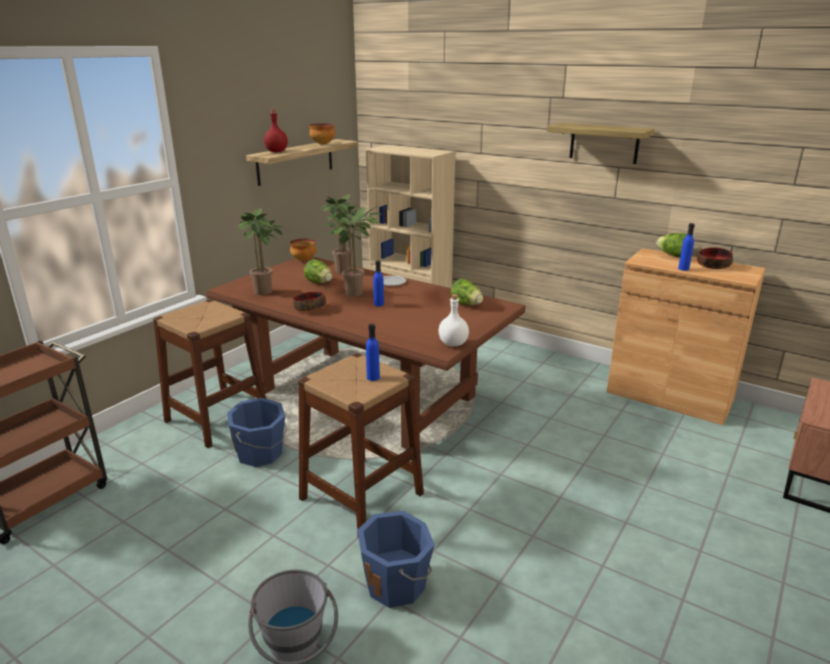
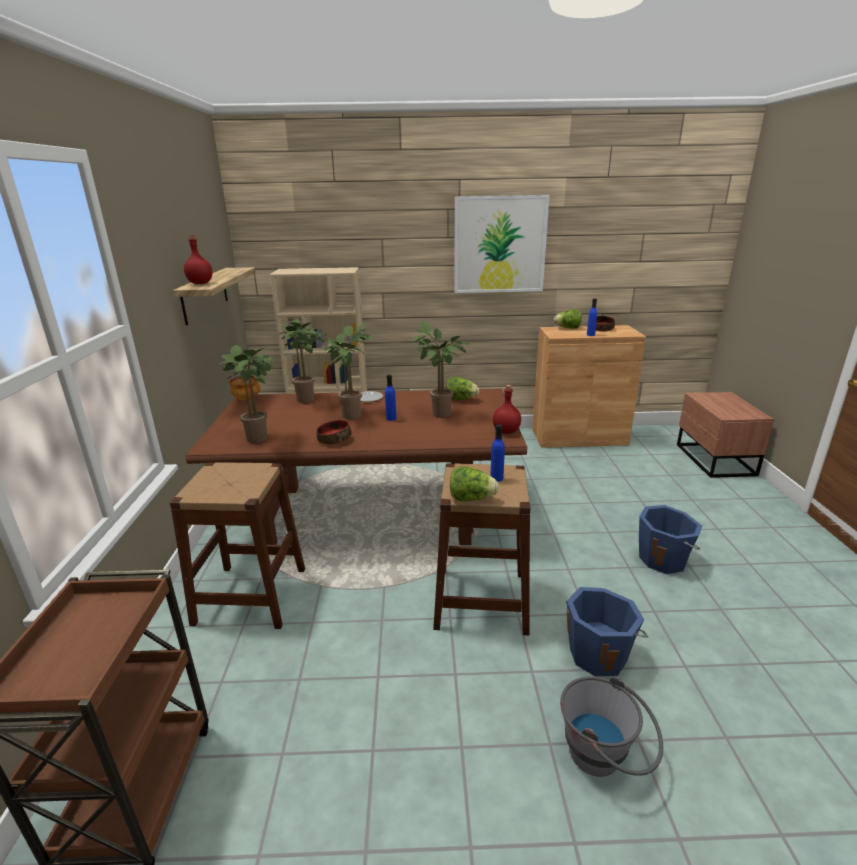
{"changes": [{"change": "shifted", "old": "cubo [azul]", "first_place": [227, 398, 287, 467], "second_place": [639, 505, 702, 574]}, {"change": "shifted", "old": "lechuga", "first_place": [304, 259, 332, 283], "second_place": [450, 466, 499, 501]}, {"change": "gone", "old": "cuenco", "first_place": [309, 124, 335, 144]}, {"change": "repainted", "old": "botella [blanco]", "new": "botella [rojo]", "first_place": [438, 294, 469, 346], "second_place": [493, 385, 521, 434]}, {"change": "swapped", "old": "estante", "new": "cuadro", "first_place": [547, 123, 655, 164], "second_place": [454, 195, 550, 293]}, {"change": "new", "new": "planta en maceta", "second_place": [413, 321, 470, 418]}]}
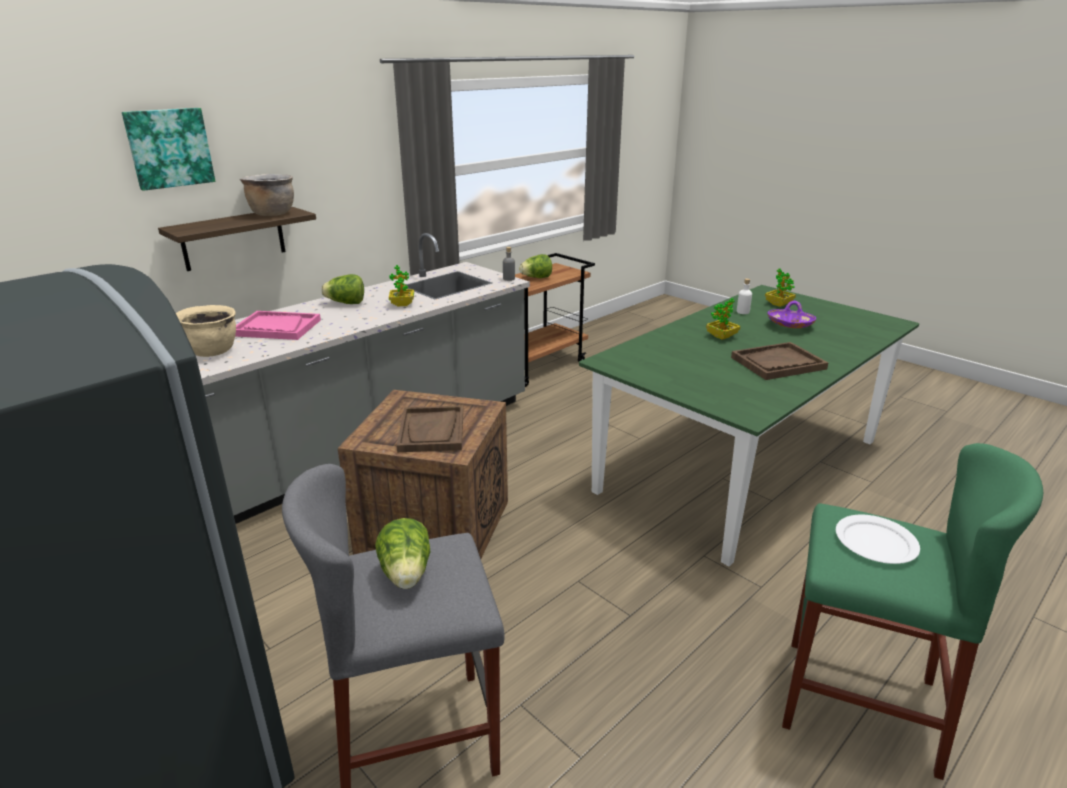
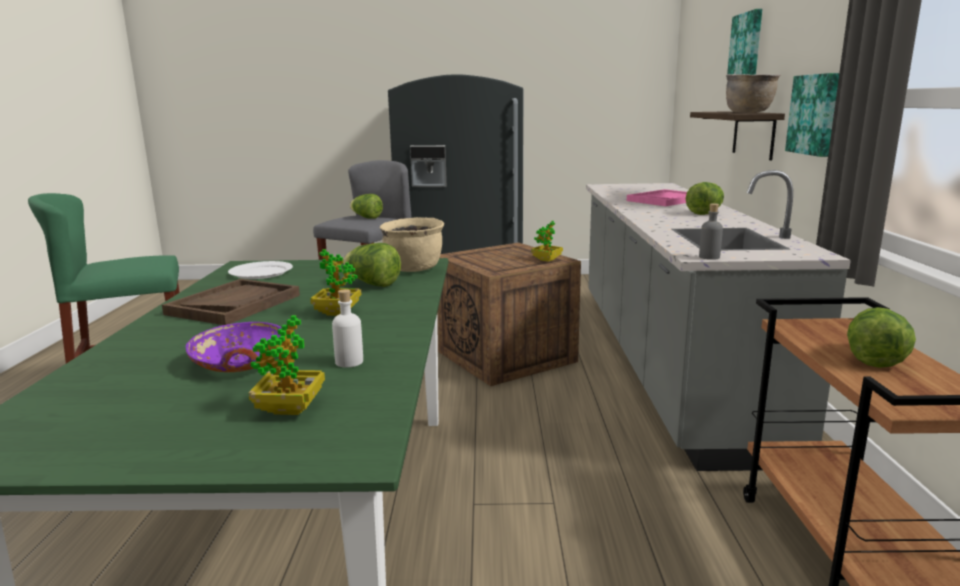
{"changes": [{"change": "shifted", "old": "olla [beis]", "first_place": [176, 305, 236, 357], "second_place": [380, 217, 444, 272]}, {"change": "shifted", "old": "planta en maceta", "first_place": [389, 265, 414, 306], "second_place": [531, 221, 563, 262]}, {"change": "gone", "old": "bandeja [marrón]", "first_place": [397, 406, 463, 452]}, {"change": "shifted", "old": "plato [blanco]", "first_place": [836, 515, 920, 564], "second_place": [228, 261, 293, 279]}, {"change": "new", "new": "lechuga", "second_place": [343, 243, 401, 287]}, {"change": "new", "new": "cuadro", "second_place": [785, 73, 839, 157]}]}
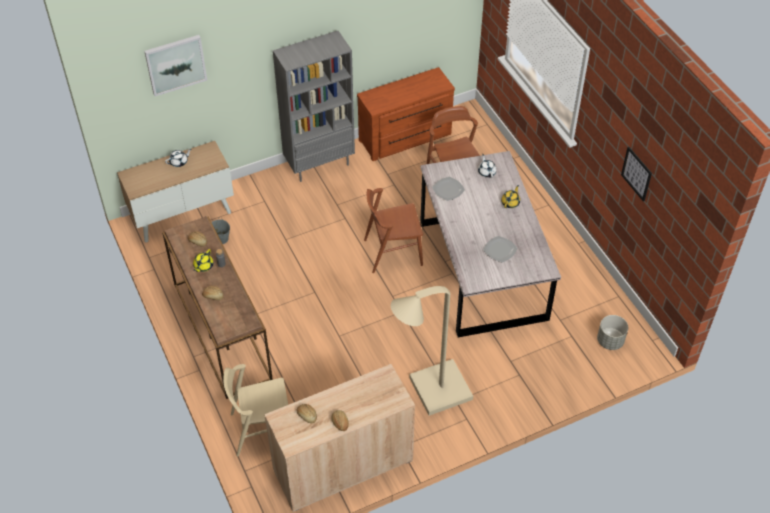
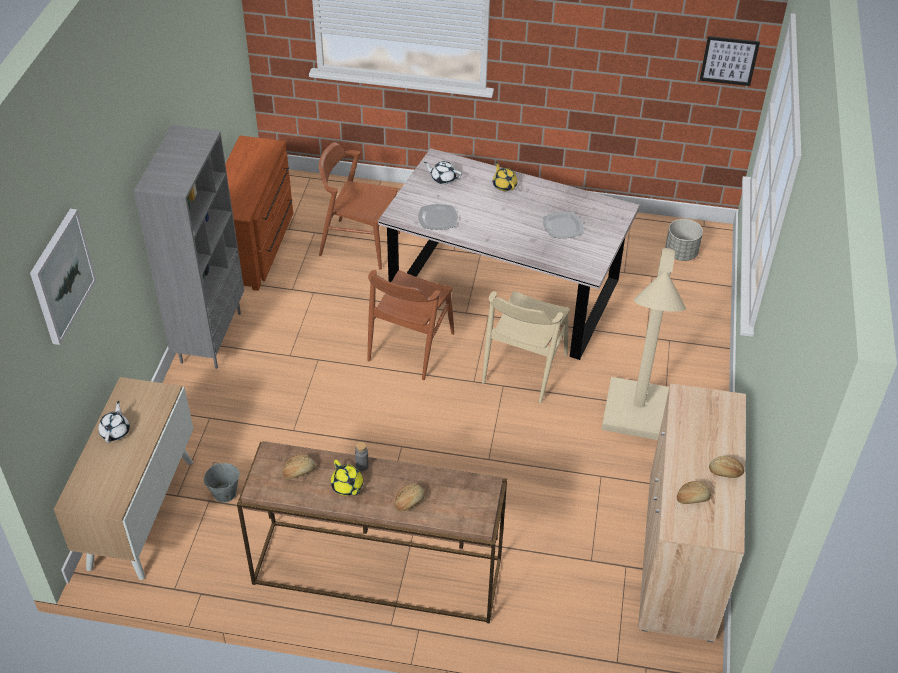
{"changes": [{"change": "shifted", "old": "silla [beis]", "first_place": [223, 364, 288, 457], "second_place": [482, 291, 570, 403]}, {"change": "shifted", "old": "cuadro", "first_place": [621, 147, 652, 202], "second_place": [700, 36, 760, 86]}]}
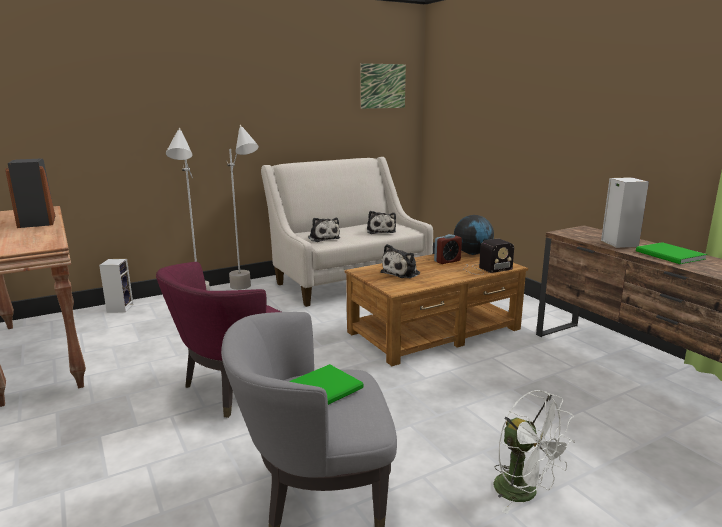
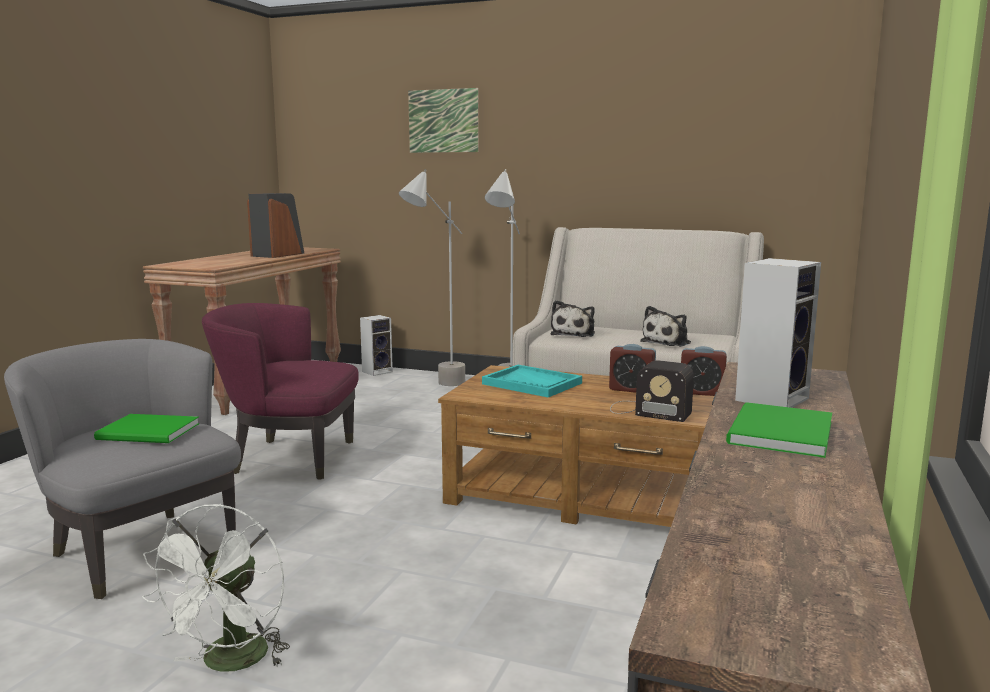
{"changes": [{"change": "shifted", "old": "cuadro", "first_place": [360, 63, 406, 109], "second_place": [408, 88, 479, 153]}, {"change": "swapped", "old": "peluche", "new": "bandeja [turquesa]", "first_place": [380, 244, 420, 278], "second_place": [482, 365, 582, 397]}, {"change": "swapped", "old": "globo terráqueo", "new": "despertador", "first_place": [454, 215, 494, 255], "second_place": [681, 346, 727, 396]}]}
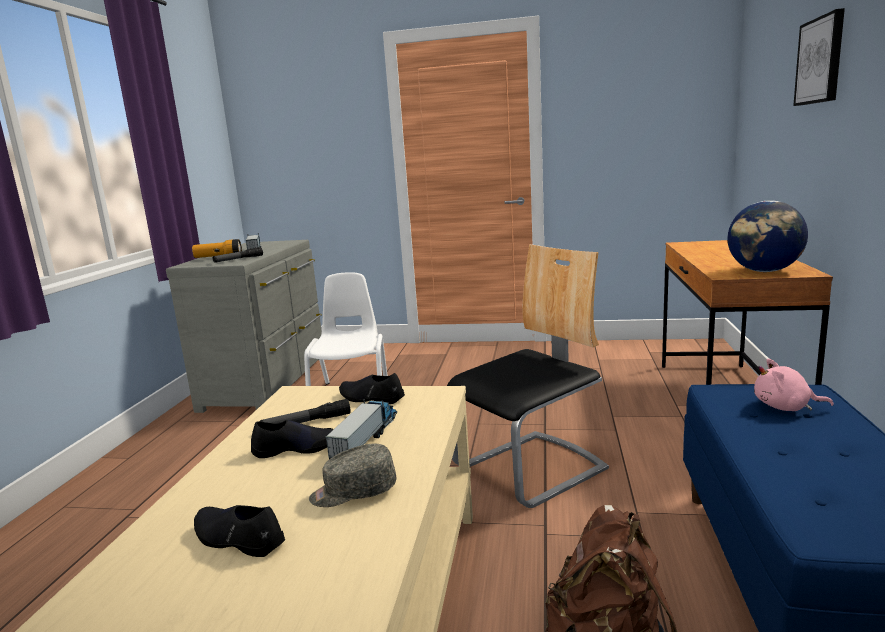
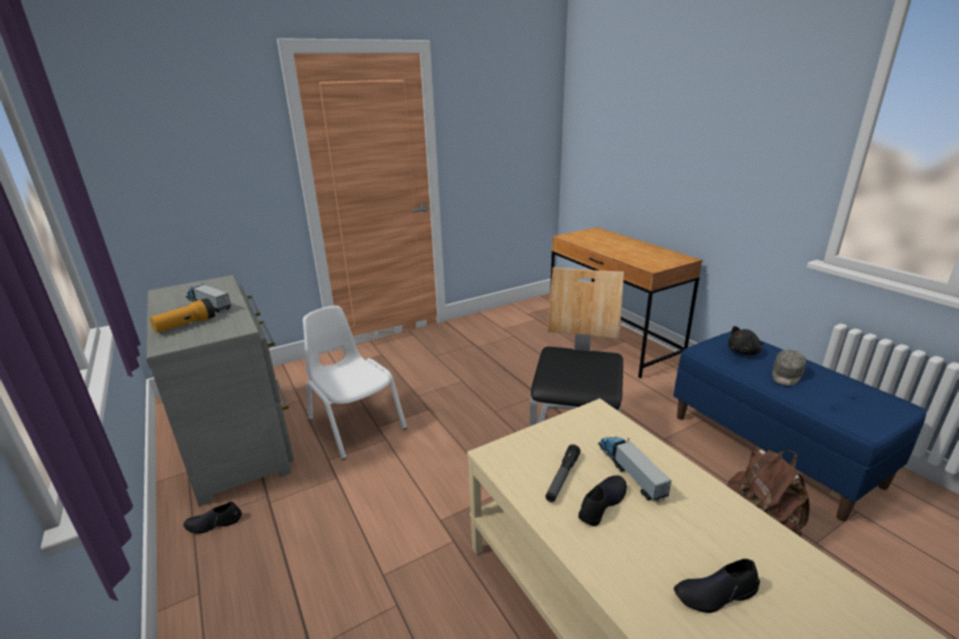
{"changes": [{"change": "gone", "old": "linterna", "first_place": [213, 247, 263, 263]}, {"change": "shifted", "old": "gorra [gris]", "first_place": [309, 444, 396, 507], "second_place": [772, 350, 806, 386]}, {"change": "shifted", "old": "zapato [negro]", "first_place": [339, 373, 405, 404], "second_place": [183, 502, 242, 534]}, {"change": "gone", "old": "globo terráqueo", "first_place": [727, 200, 808, 272]}, {"change": "repainted", "old": "peluche [rosa]", "new": "peluche [negro]", "first_place": [754, 359, 834, 411], "second_place": [728, 326, 763, 355]}, {"change": "gone", "old": "cuadro", "first_place": [793, 8, 845, 106]}]}
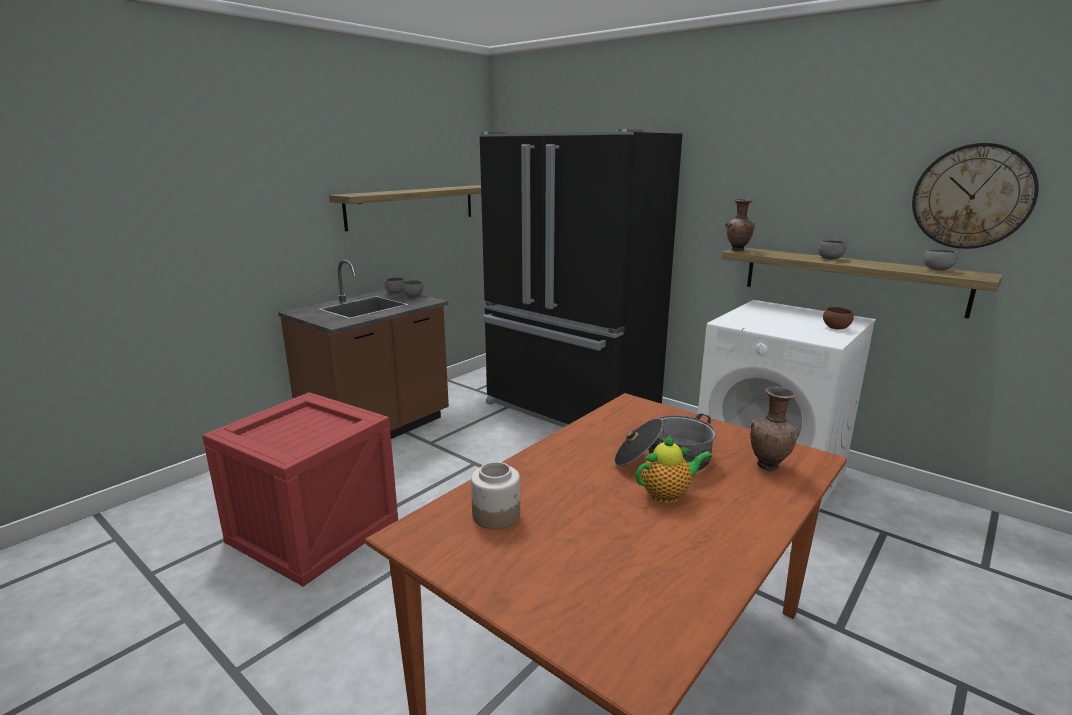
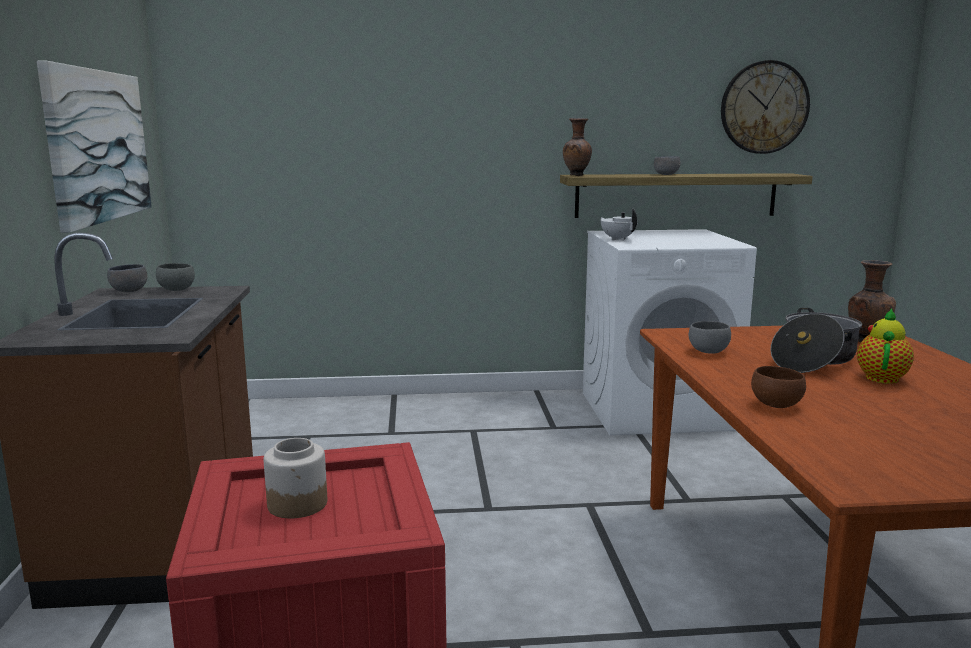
{"changes": [{"change": "swapped", "old": "estante", "new": "cuadro", "first_place": [329, 185, 481, 231], "second_place": [37, 61, 152, 233]}, {"change": "shifted", "old": "tarro", "first_place": [471, 462, 520, 529], "second_place": [264, 438, 327, 518]}, {"change": "gone", "old": "nevera [negro]", "first_place": [479, 129, 682, 427]}, {"change": "shifted", "old": "cuenco [marrón]", "first_place": [823, 307, 854, 329], "second_place": [751, 366, 806, 408]}, {"change": "shifted", "old": "cuenco [gris]", "first_place": [924, 249, 958, 271], "second_place": [689, 321, 731, 354]}, {"change": "new", "new": "tetera [blanco]", "second_place": [600, 209, 638, 241]}]}
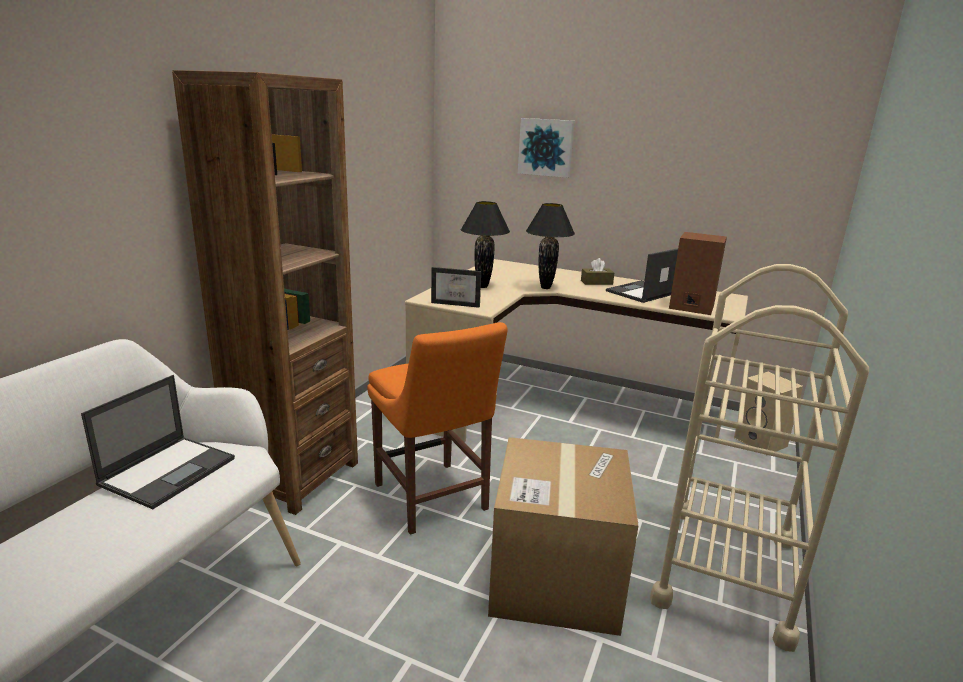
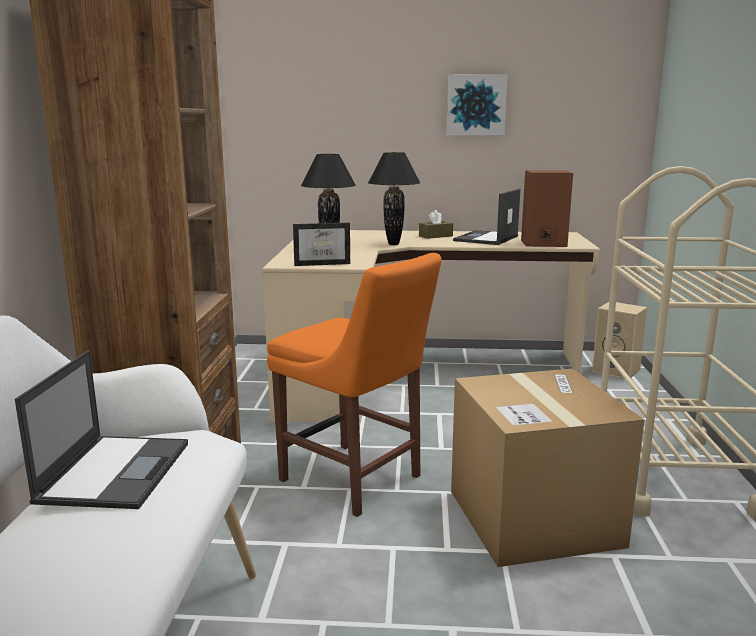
{"changes": [{"change": "shifted", "old": "cuadro", "first_place": [518, 118, 575, 178], "second_place": [446, 74, 508, 135]}]}
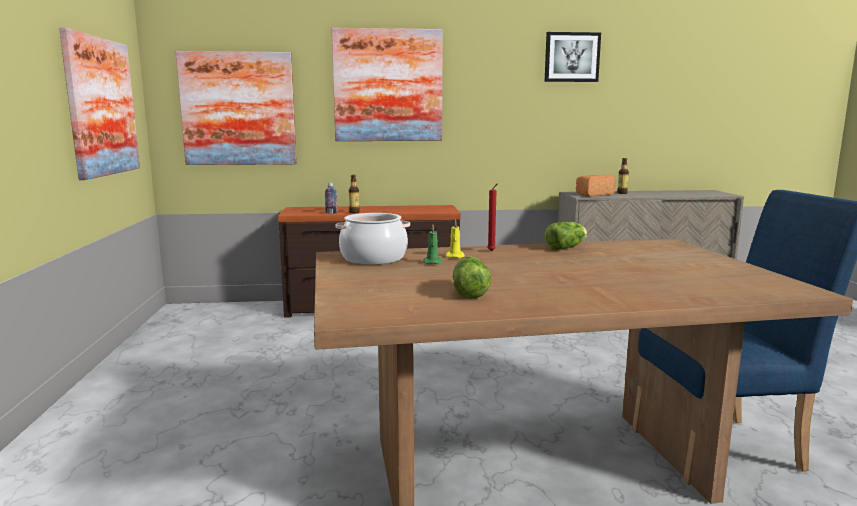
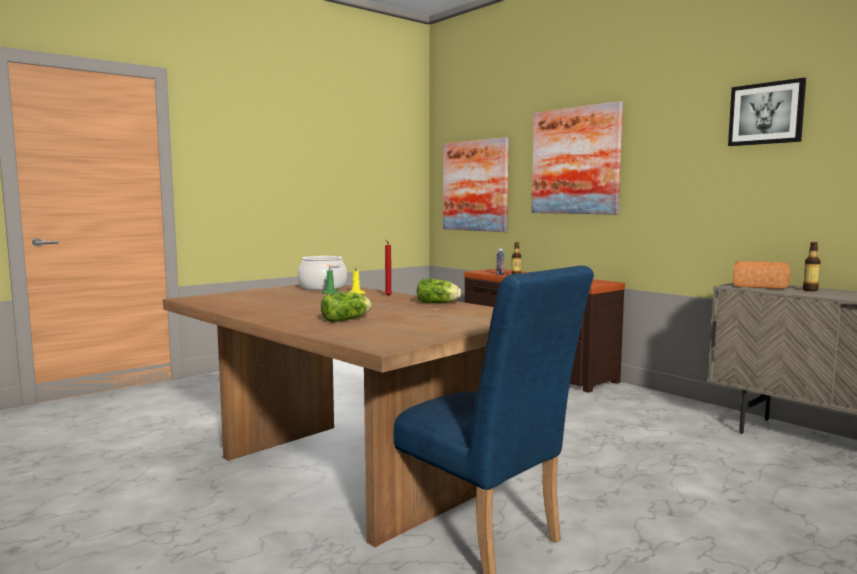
{"changes": [{"change": "gone", "old": "cuadro", "first_place": [59, 27, 140, 180]}, {"change": "shifted", "old": "lechuga", "first_place": [453, 256, 491, 299], "second_place": [321, 292, 372, 322]}]}
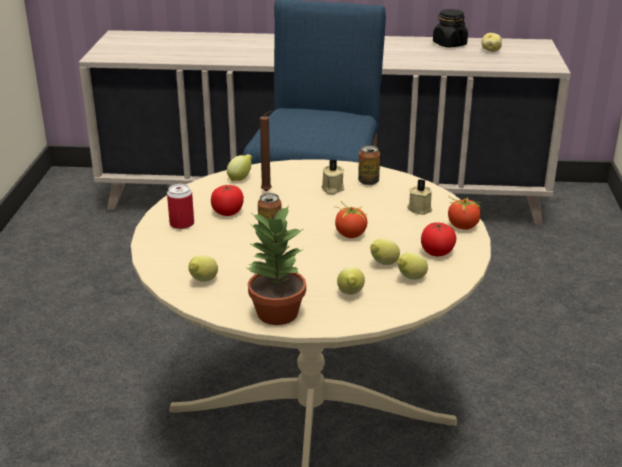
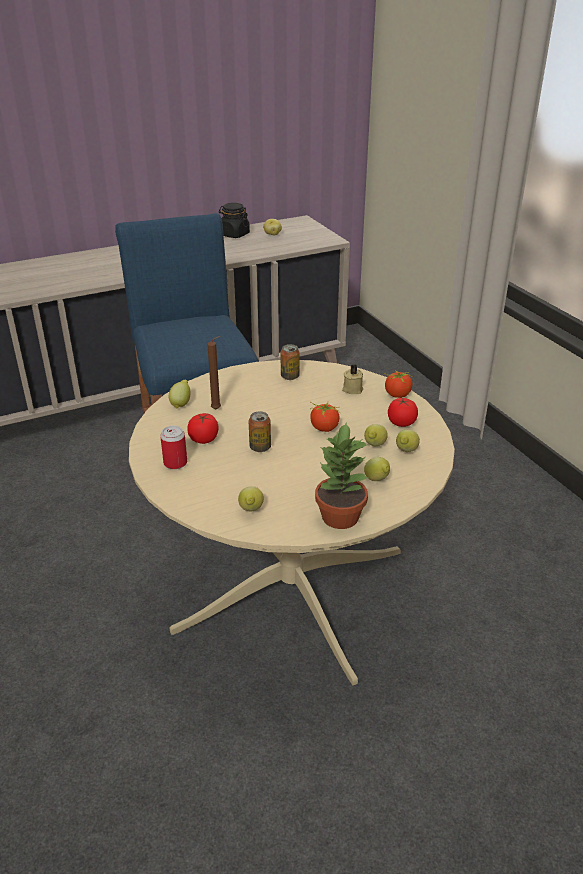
{"changes": [{"change": "gone", "old": "vela [beis]", "first_place": [321, 159, 344, 195]}]}
